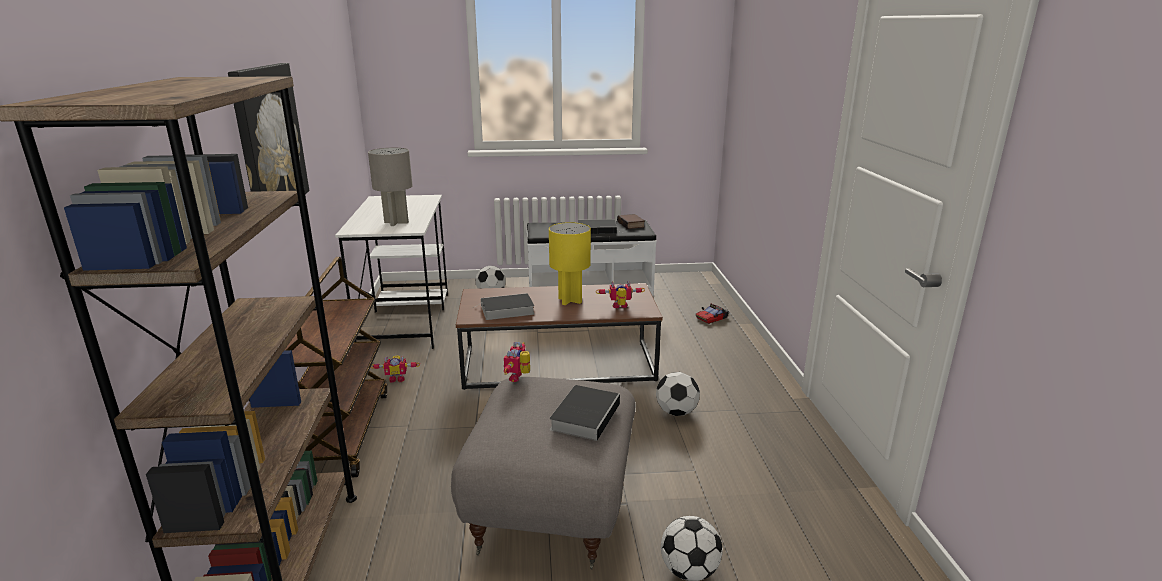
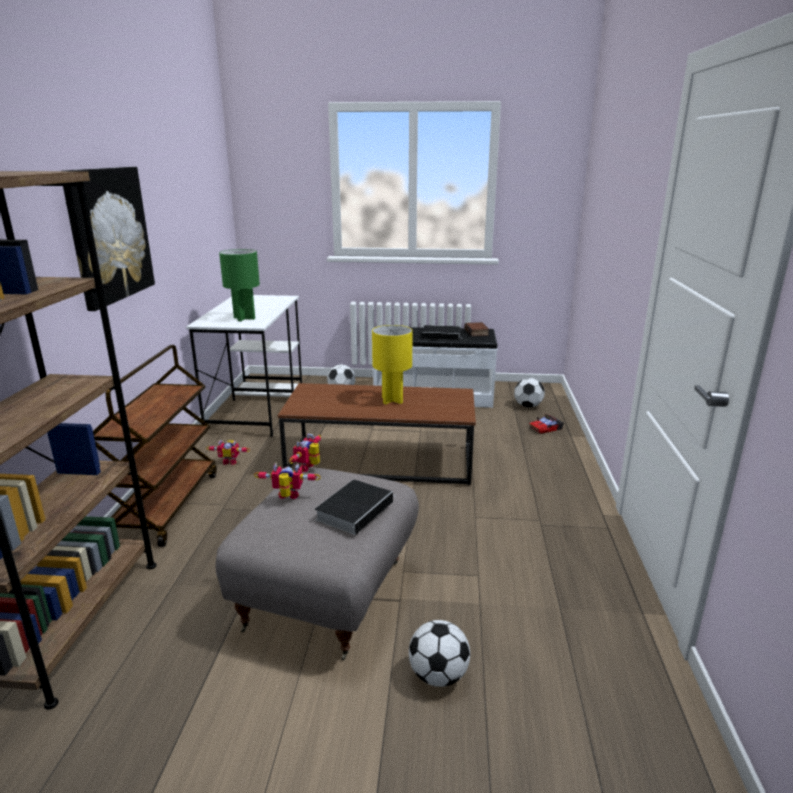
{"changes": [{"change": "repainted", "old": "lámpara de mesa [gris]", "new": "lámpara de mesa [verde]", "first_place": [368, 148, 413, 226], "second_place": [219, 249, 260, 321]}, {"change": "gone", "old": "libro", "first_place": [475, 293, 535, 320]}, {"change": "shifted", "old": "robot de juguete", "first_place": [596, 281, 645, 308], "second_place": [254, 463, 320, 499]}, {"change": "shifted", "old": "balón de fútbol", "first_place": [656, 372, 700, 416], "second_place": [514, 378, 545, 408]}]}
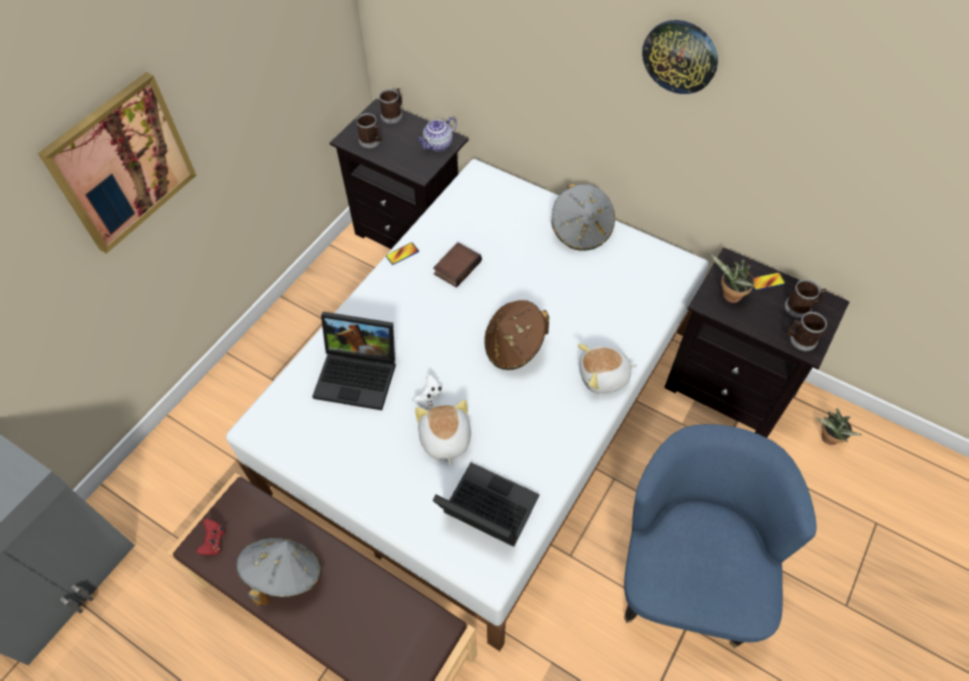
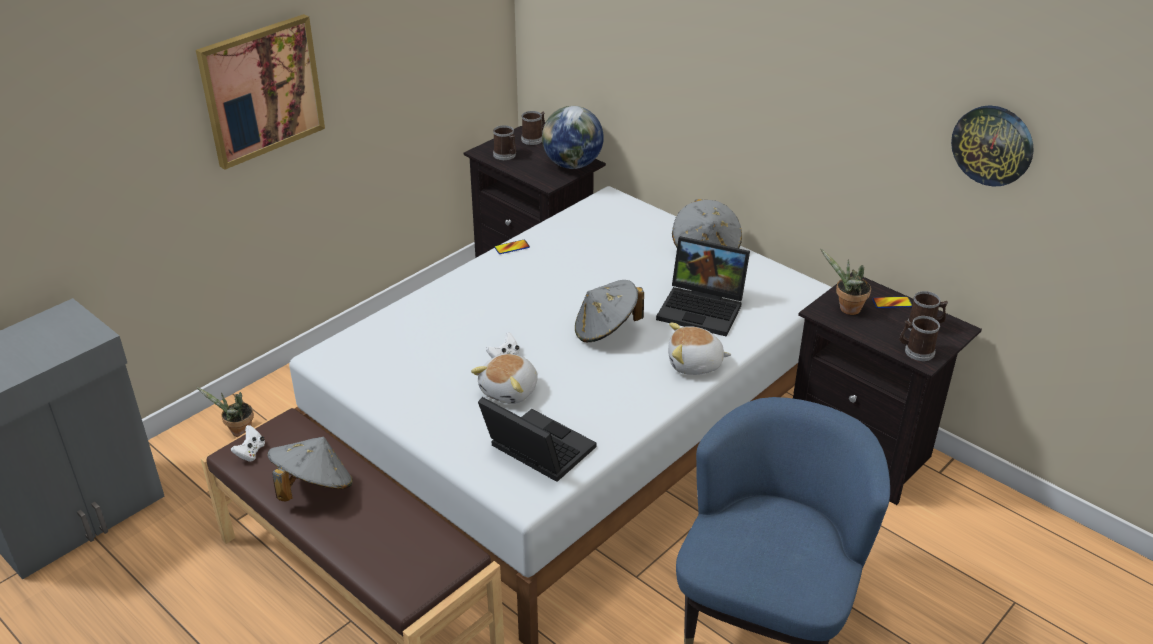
{"changes": [{"change": "repainted", "old": "mando de consola [rojo]", "new": "mando de consola [blanco]", "first_place": [196, 519, 225, 555], "second_place": [231, 425, 265, 462]}, {"change": "shifted", "old": "portátil", "first_place": [312, 312, 396, 410], "second_place": [656, 236, 750, 337]}, {"change": "rotated", "old": "peluche", "first_place": [415, 400, 471, 466], "second_place": [471, 354, 538, 404], "degrees": -150}, {"change": "swapped", "old": "tetera", "new": "globo terráqueo", "first_place": [417, 117, 457, 152], "second_place": [542, 106, 604, 169]}, {"change": "gone", "old": "libro", "first_place": [433, 242, 482, 288]}, {"change": "repainted", "old": "sombrero [marrón]", "new": "sombrero [gris]", "first_place": [485, 300, 549, 370], "second_place": [575, 280, 644, 342]}, {"change": "shifted", "old": "reloj de pared", "first_place": [642, 20, 718, 94], "second_place": [951, 105, 1034, 186]}, {"change": "shifted", "old": "planta en maceta", "first_place": [817, 409, 862, 445], "second_place": [196, 387, 254, 437]}]}
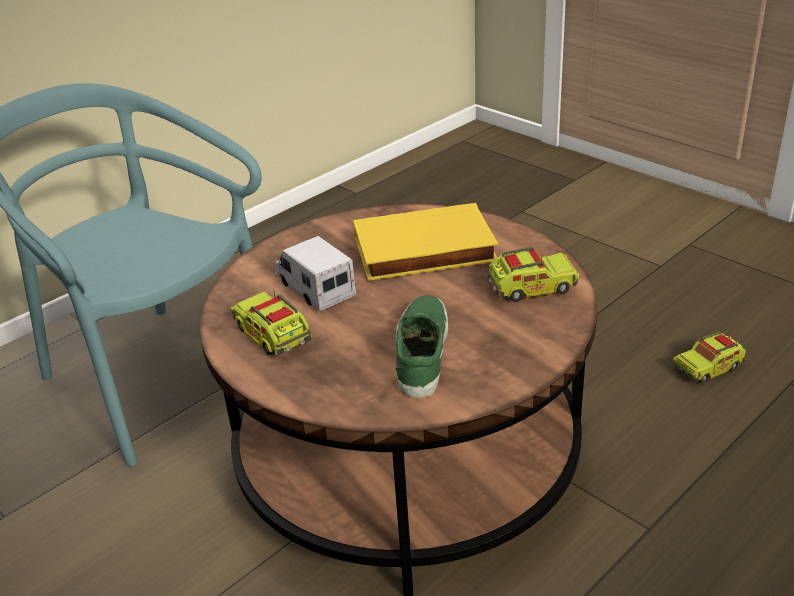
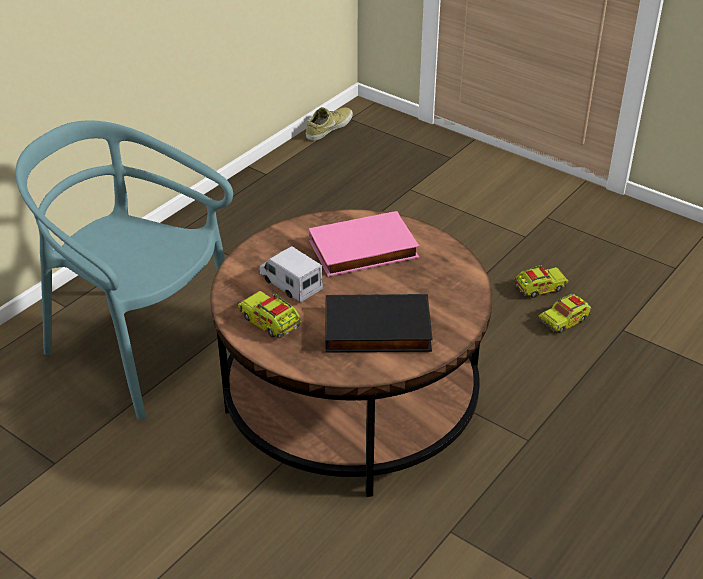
{"changes": [{"change": "repainted", "old": "libro [amarillo]", "new": "libro [rosa]", "first_place": [353, 203, 498, 281], "second_place": [309, 211, 419, 277]}, {"change": "swapped", "old": "zapato [verde]", "new": "libro [negro]", "first_place": [396, 295, 448, 398], "second_place": [325, 294, 433, 353]}, {"change": "shifted", "old": "camión de juguete", "first_place": [486, 247, 580, 302], "second_place": [515, 265, 569, 298]}, {"change": "new", "new": "zapato [beis]", "second_place": [306, 107, 353, 141]}]}
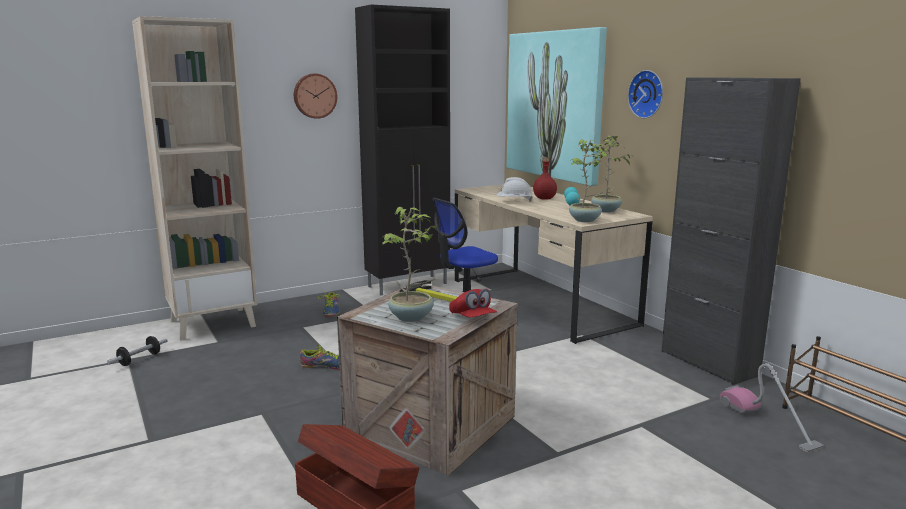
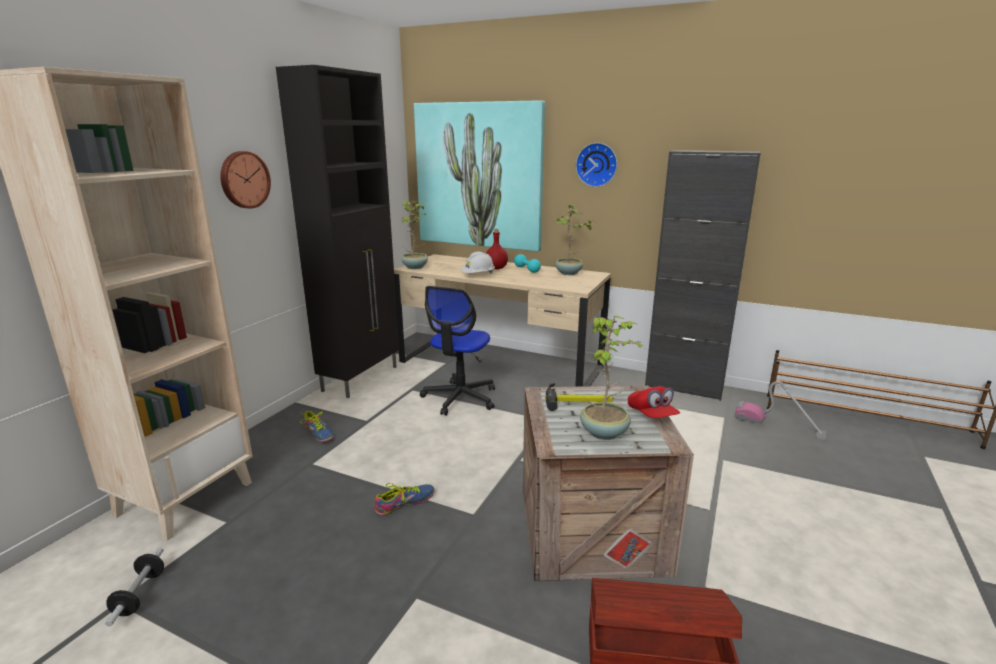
{"changes": [{"change": "rotated", "old": "gorra [rojo]", "first_place": [449, 289, 497, 317], "second_place": [628, 386, 680, 418], "degrees": 45}, {"change": "shifted", "old": "planta en maceta", "first_place": [569, 140, 604, 222], "second_place": [400, 201, 428, 269]}]}
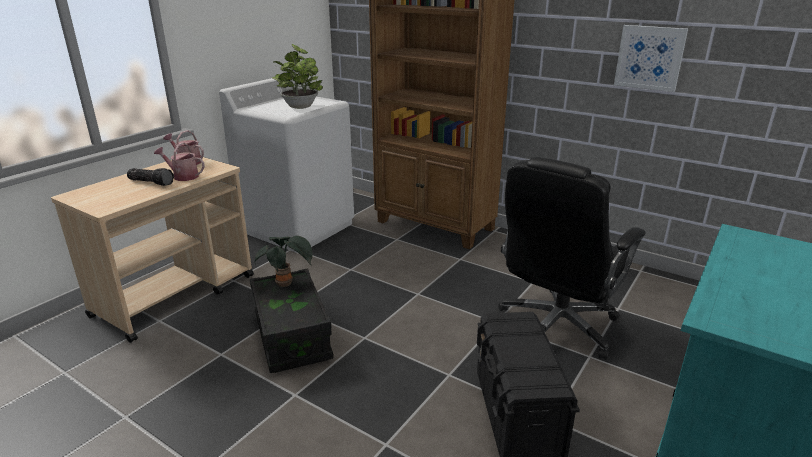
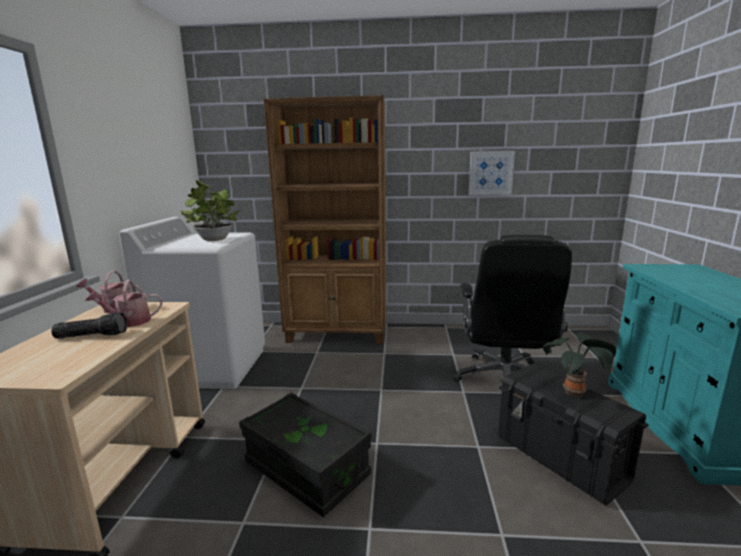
{"changes": [{"change": "shifted", "old": "planta en maceta", "first_place": [255, 236, 313, 287], "second_place": [543, 333, 616, 397]}]}
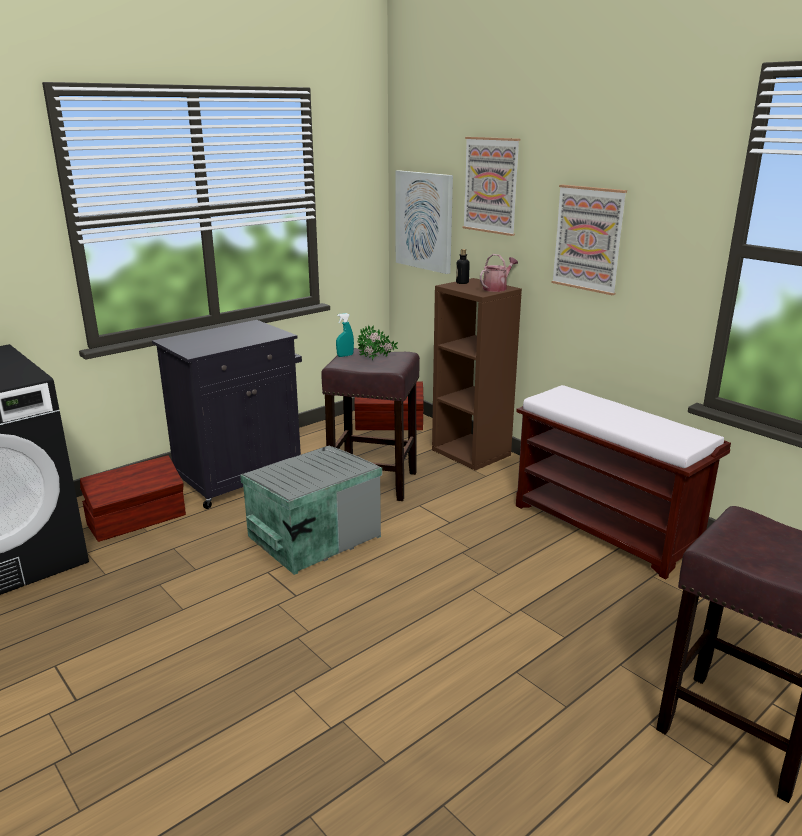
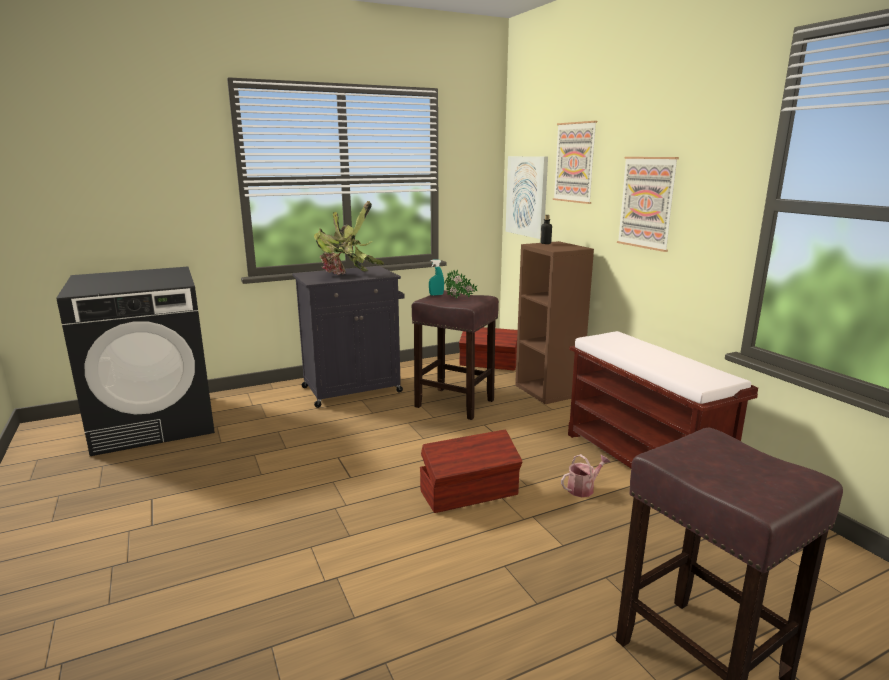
{"changes": [{"change": "shifted", "old": "caja de almacenaje [marrón]", "first_place": [80, 455, 186, 542], "second_place": [420, 429, 522, 513]}, {"change": "gone", "old": "caja de almacenaje [gris]", "first_place": [240, 445, 382, 575]}, {"change": "shifted", "old": "regadera", "first_place": [480, 254, 518, 292], "second_place": [561, 454, 610, 497]}, {"change": "new", "new": "planta en maceta", "second_place": [314, 201, 384, 275]}]}
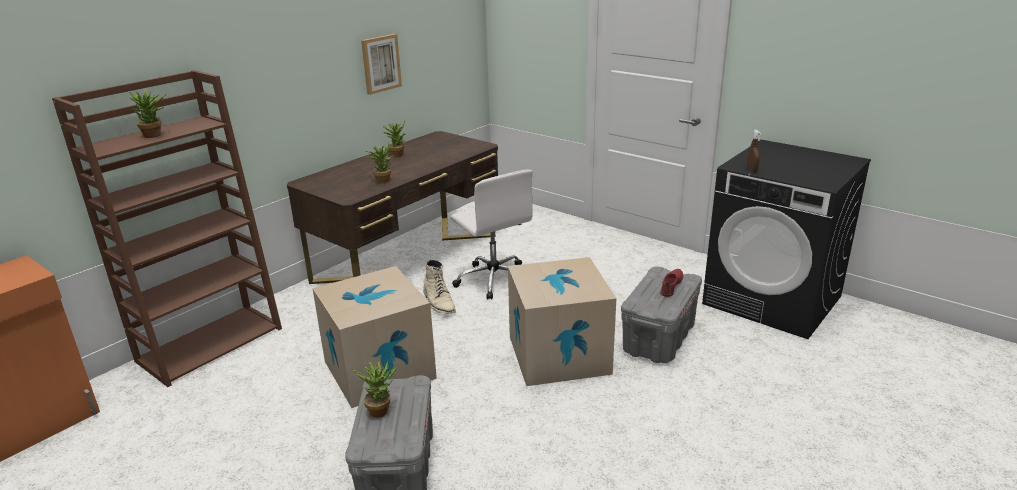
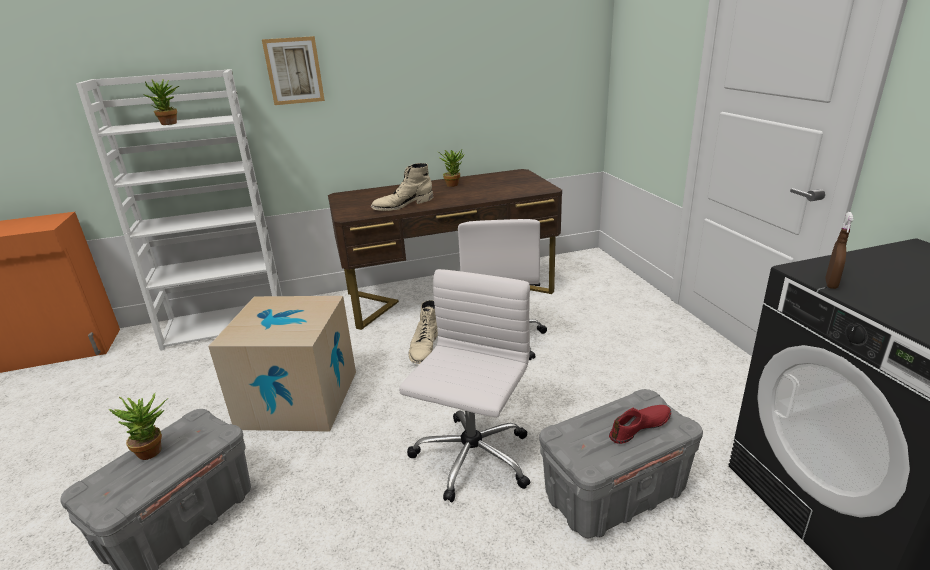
{"changes": [{"change": "repainted", "old": "estantería [marrón]", "new": "estantería [blanco]", "first_place": [52, 70, 282, 387], "second_place": [76, 69, 282, 351]}, {"change": "shifted", "old": "cuadro", "first_place": [361, 34, 402, 95], "second_place": [262, 36, 325, 105]}, {"change": "swapped", "old": "planta en maceta", "new": "bota [beis]", "first_place": [365, 144, 394, 183], "second_place": [371, 163, 433, 211]}, {"change": "swapped", "old": "caja de cartón", "new": "silla de oficina [blanco]", "first_place": [508, 257, 616, 386], "second_place": [399, 269, 530, 503]}]}
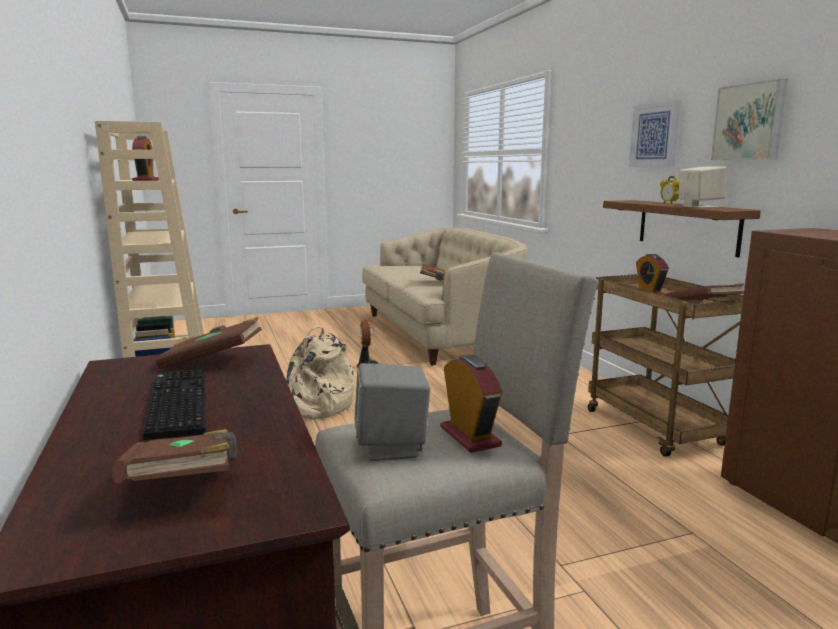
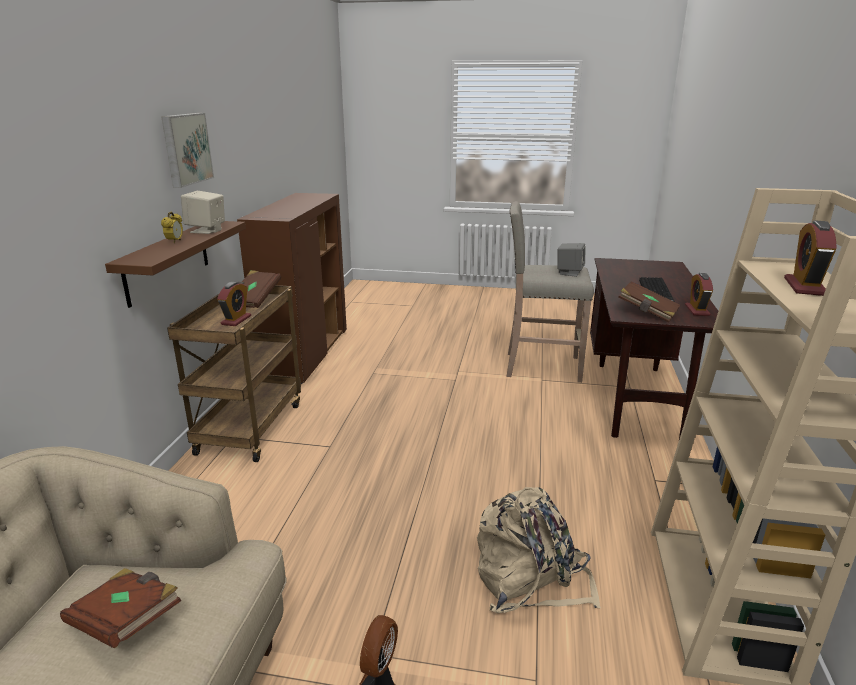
{"changes": [{"change": "gone", "old": "libro [marrón]", "first_place": [111, 429, 237, 483]}, {"change": "shifted", "old": "despertador", "first_place": [441, 355, 502, 453], "second_place": [685, 273, 713, 316]}, {"change": "gone", "old": "cuadro", "first_place": [629, 100, 681, 167]}]}
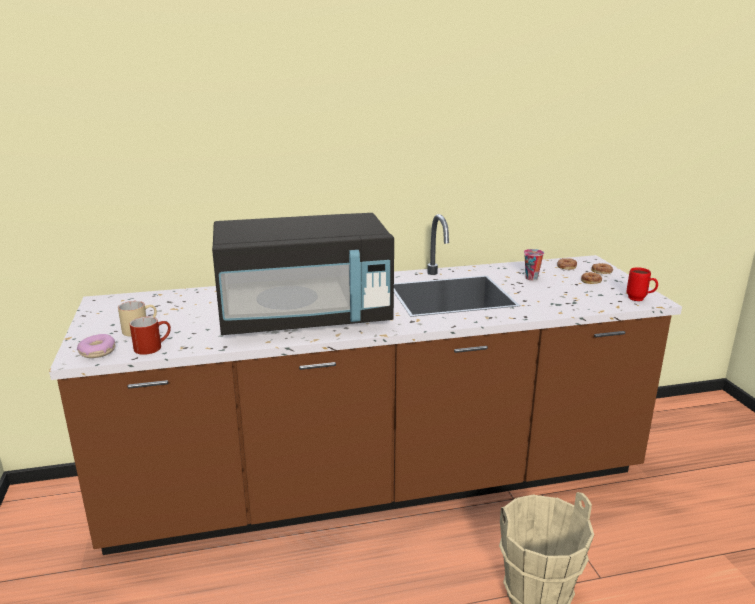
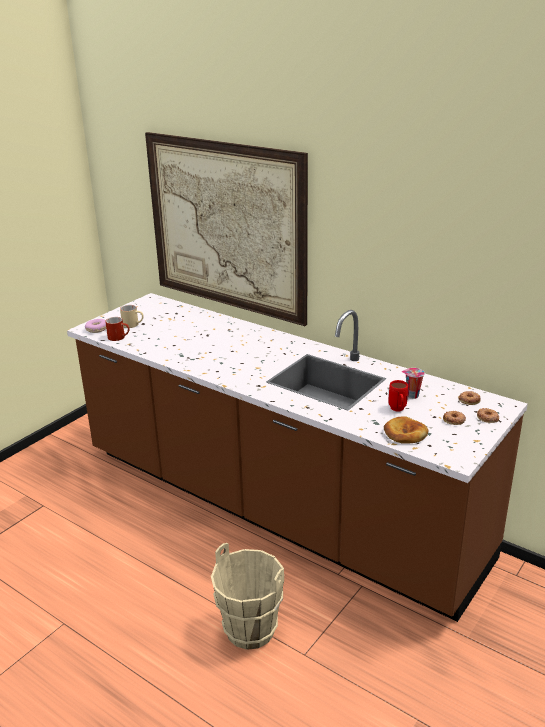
{"changes": [{"change": "gone", "old": "microondas [negro]", "first_place": [212, 213, 394, 335]}, {"change": "shifted", "old": "taza grande [rojo]", "first_place": [627, 267, 658, 301], "second_place": [388, 380, 408, 411]}, {"change": "new", "new": "cuadro", "second_place": [145, 132, 308, 326]}, {"change": "new", "new": "pan", "second_place": [384, 416, 428, 444]}]}
